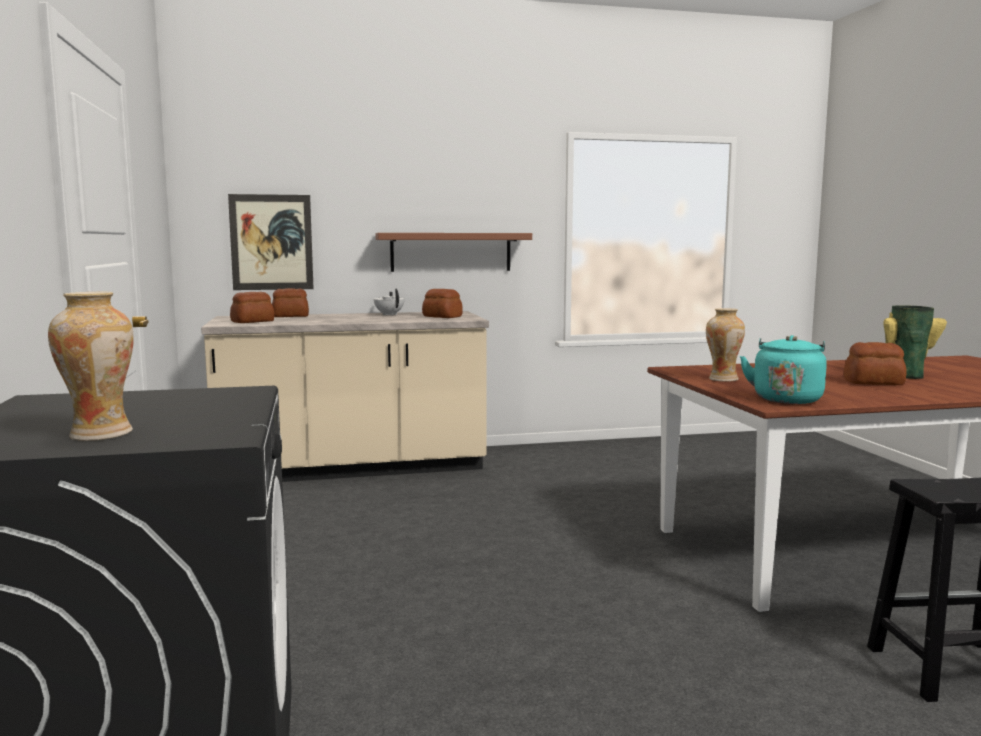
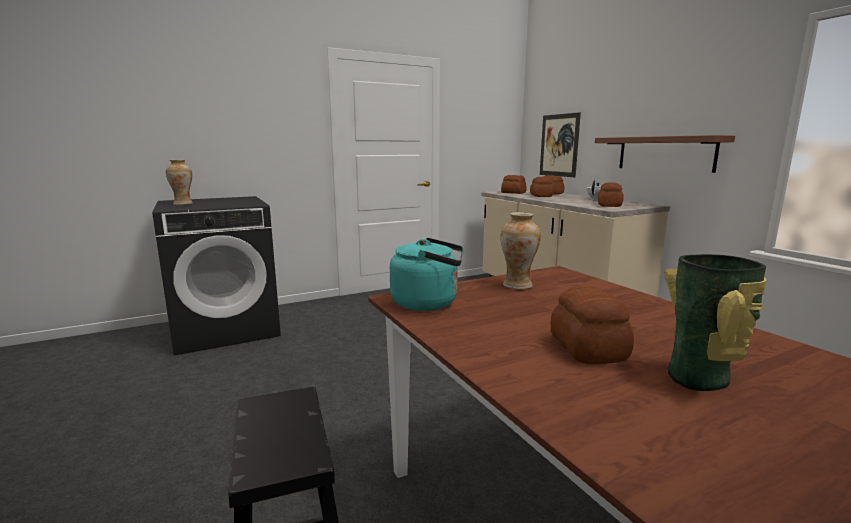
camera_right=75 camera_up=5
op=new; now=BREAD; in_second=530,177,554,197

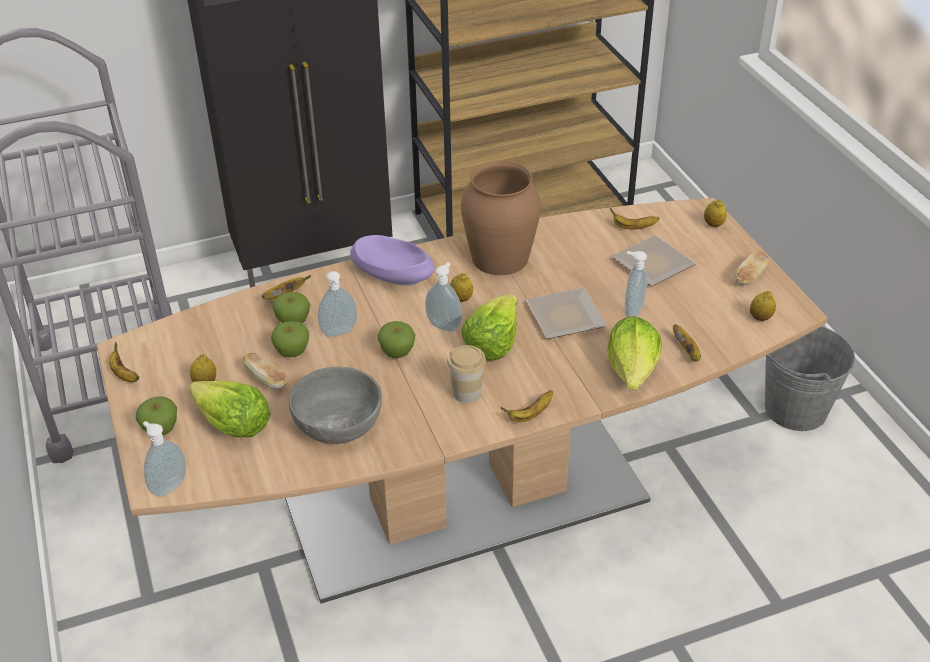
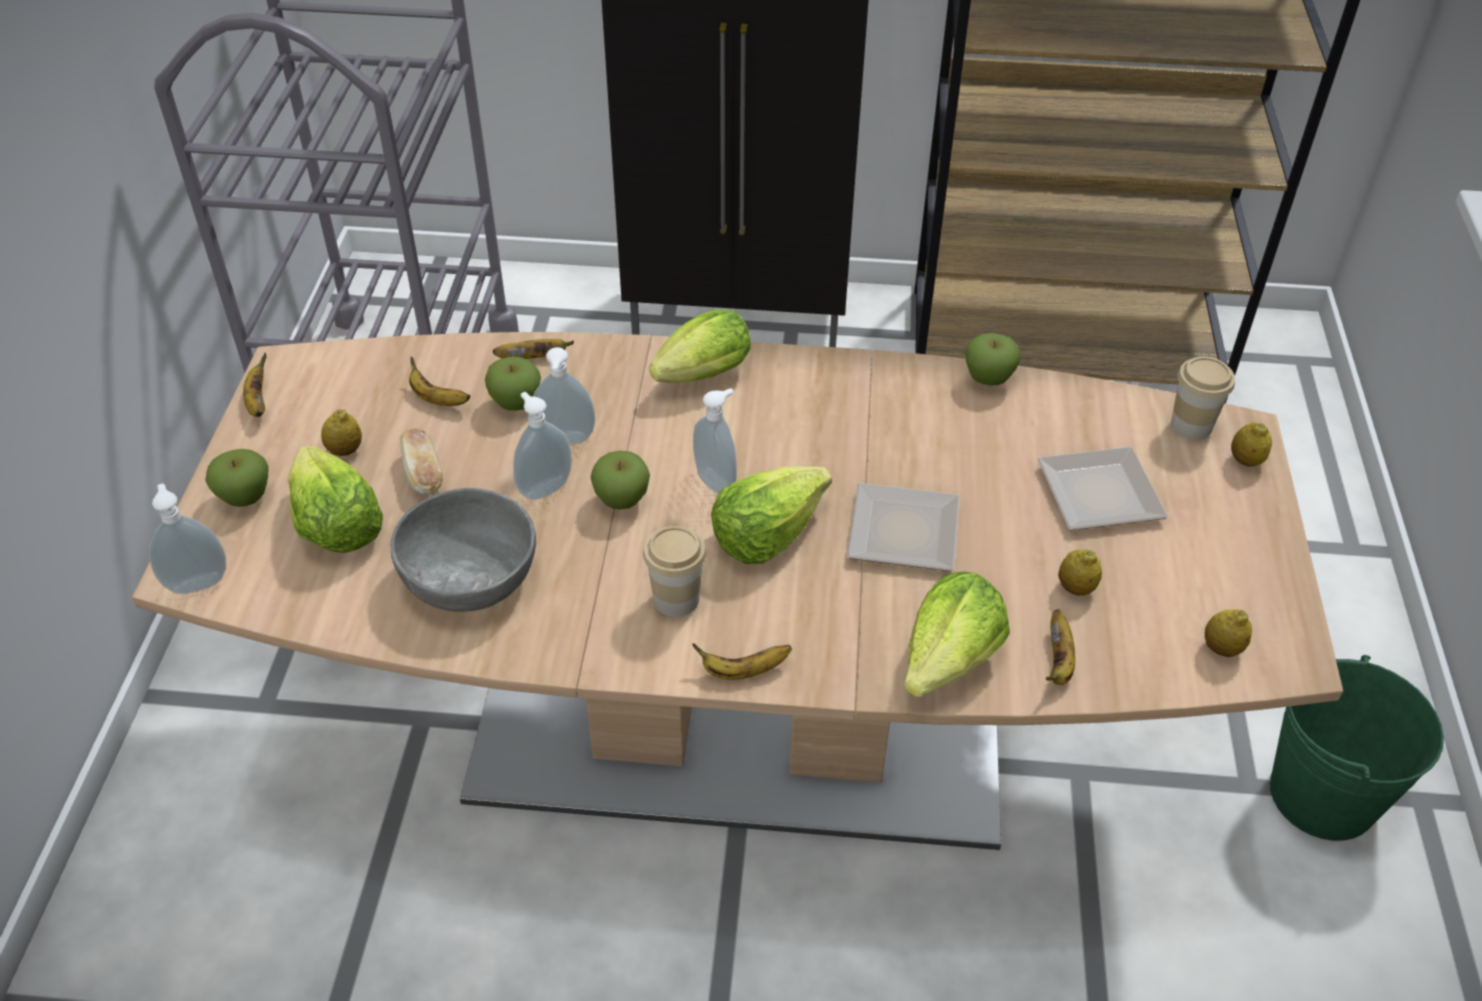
camera_right=25 camera_up=5
op=shifted; was=APPLE; in_first=271,321,309,357; in_second=965,333,1021,386
op=swapped; was=PURPLE BOWL; now=LETTUCE; in_first=350,235,434,286; in_second=649,309,751,383
op=shifted; was=LEMON; in_first=450,273,473,302; in_second=1058,549,1102,595
op=gone; was=BROWN VASE; in_first=461,161,541,275
op=shifted; was=BANANA; in_first=610,208,660,230; in_second=409,357,470,406
op=shifted; was=SOAP DISPENSER; in_first=625,251,647,317; in_second=513,392,572,500
op=gone; was=BREAD; in_first=734,250,769,285
op=repainted; was=GREY BUCKET; now=GREEN BUCKET; in_first=765,326,855,431; in_second=1270,655,1444,841
op=new; now=CUP; in_second=1171,357,1235,440

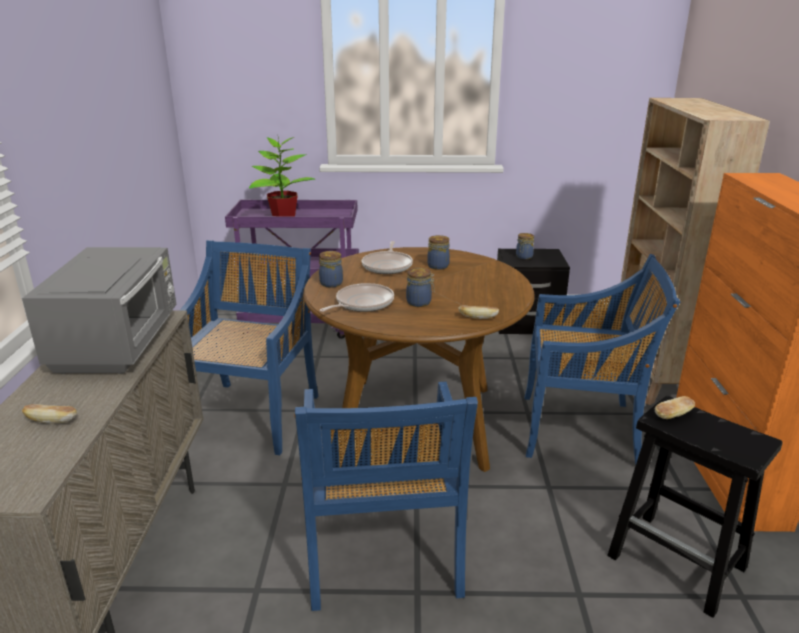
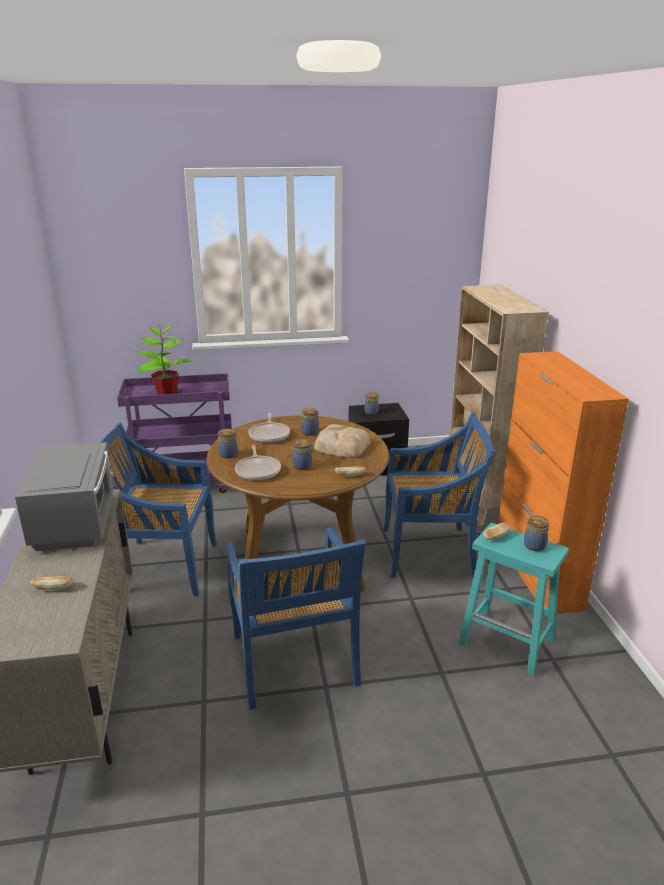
camera_right=-10 camera_up=0
op=rotated; was=BLUE CHAIR; in_first=179,240,318,455; in_second=99,422,217,596; clockwise=-90
op=rotated; was=FRYING PAN; in_first=319,283,394,312; in_second=235,445,281,481; clockwise=135
op=repainted; was=BLACK STOOL; now=TURQUOISE STOOL; in_first=607,396,783,618; in_second=459,523,569,676
op=new; now=BREAD; in_second=314,424,371,458
op=new; now=JAR; in_second=524,516,549,551

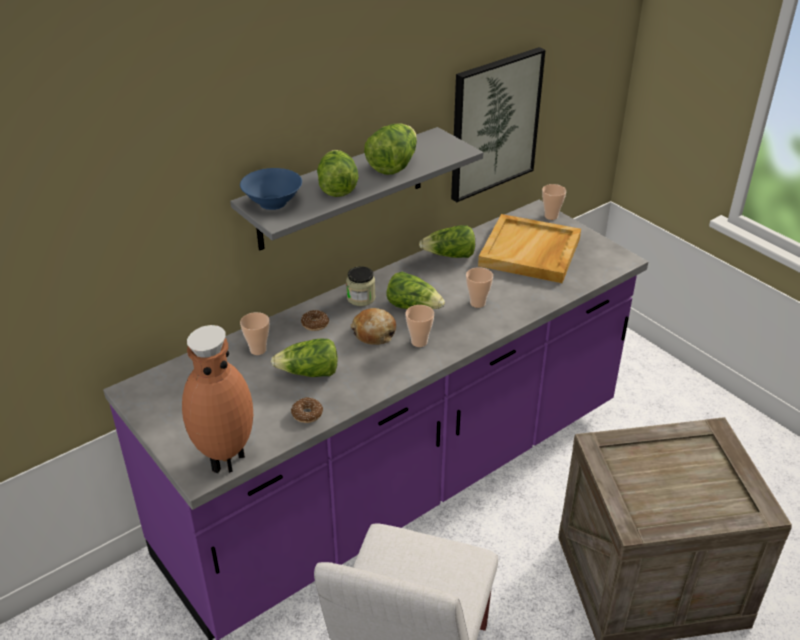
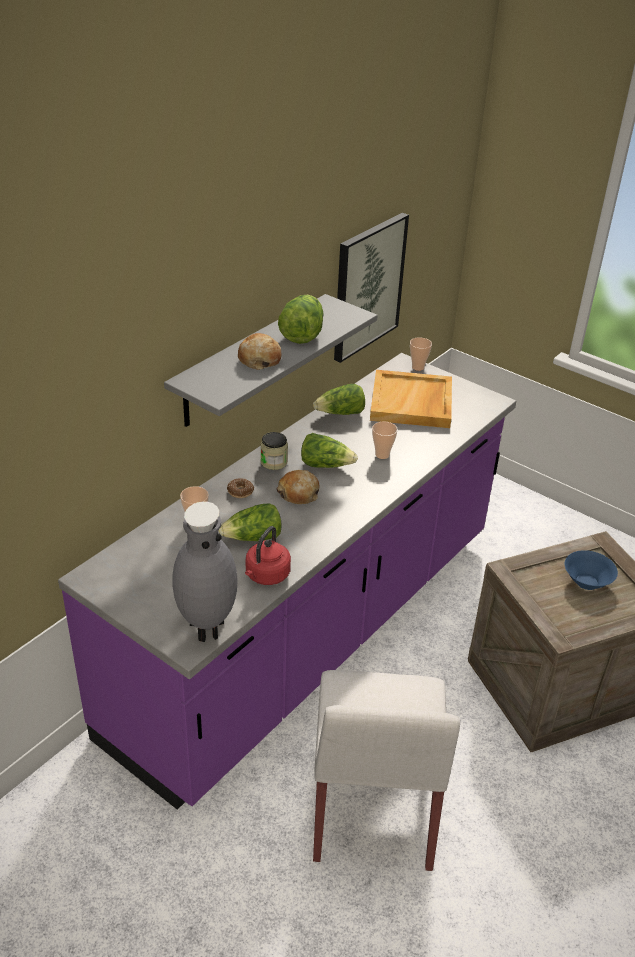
camera_right=-15 camera_up=0
op=repainted; was=BROWN VASE; now=GREY VASE; in_first=182,325,253,473; in_second=172,501,237,642
op=shifted; was=BLUE BOWL; in_first=240,168,302,210; in_second=564,550,618,590
op=swapped; was=DONUT; now=RED KETTLE; in_first=291,397,323,423; in_second=245,526,291,585
op=swapped; was=LETTUCE; now=BREAD; in_first=317,150,359,197; in_second=238,333,281,370
op=gone; was=CUP; in_first=405,305,434,347

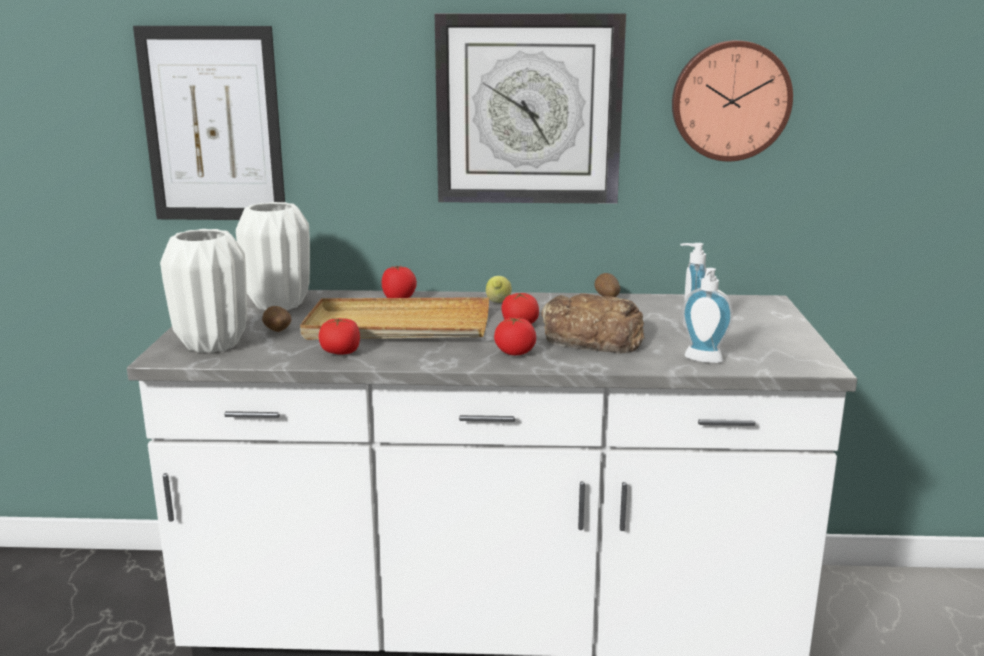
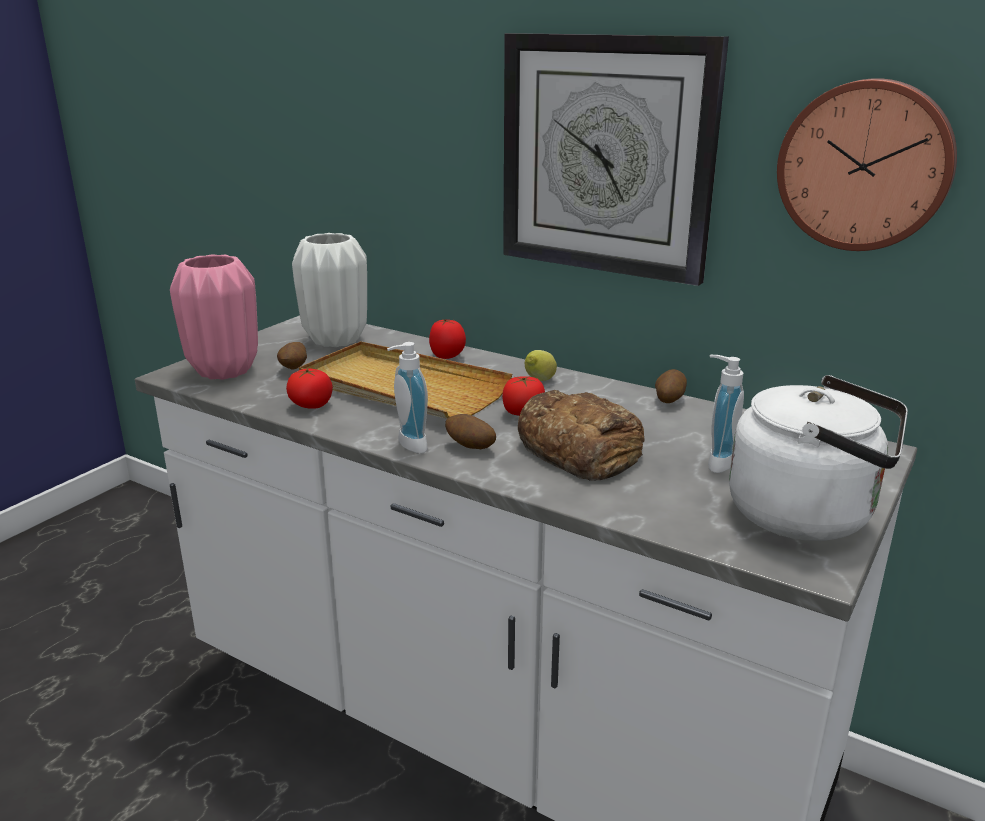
camera_right=30 camera_up=5
op=gone; was=PICTURE; in_first=133,26,285,220
op=repainted; was=WHITE VASE; now=PINK VASE; in_first=160,229,247,353; in_second=170,254,258,380
op=swapped; was=TOMATO; now=POTATO; in_first=494,318,536,355; in_second=445,414,496,449
op=shifted; was=SOAP DISPENSER; in_first=682,268,733,363; in_second=387,342,428,453
op=new; now=WHITE KETTLE; in_second=729,375,908,541

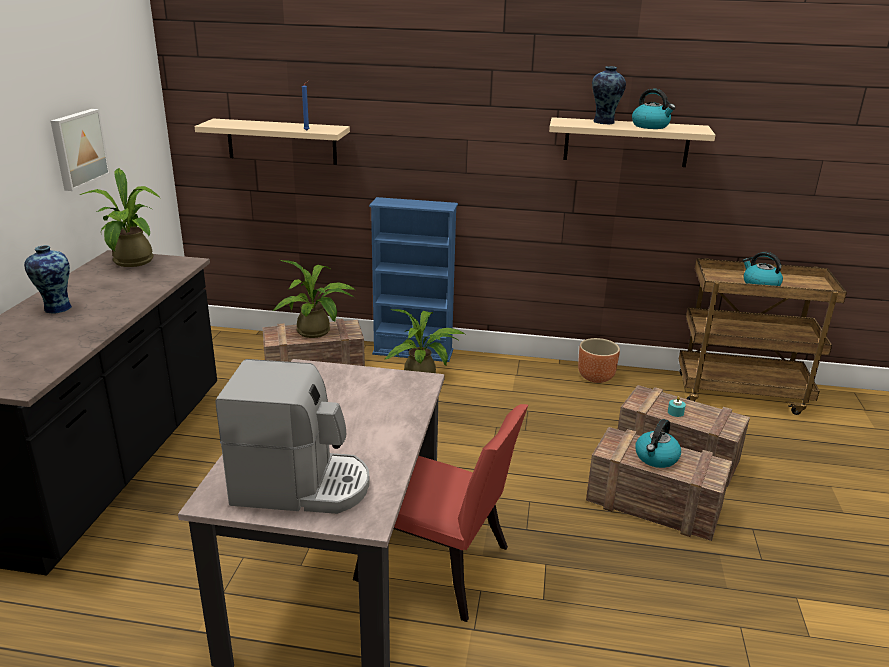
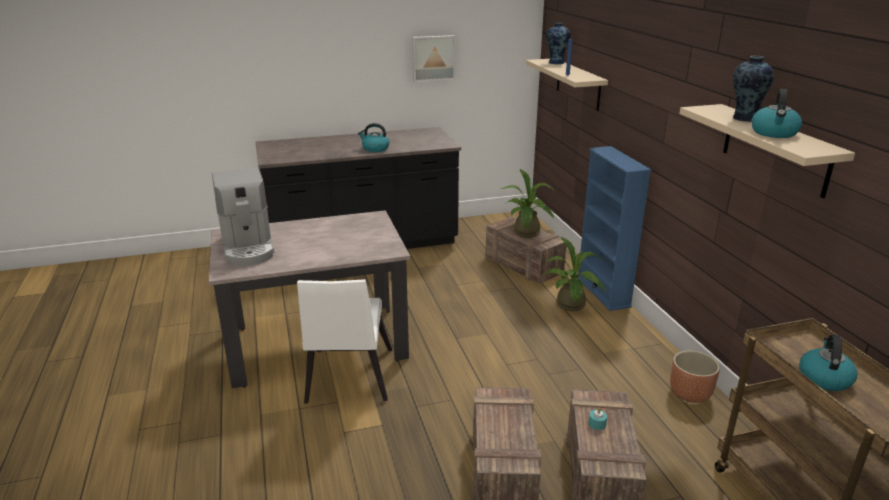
camera_right=65 camera_up=0
op=shifted; was=VASE; in_first=24,245,72,313; in_second=546,23,571,64
op=gone; was=POTTED PLANT; in_first=79,168,160,267
op=repainted; was=RED CHAIR; now=WHITE CHAIR; in_first=353,404,528,622; in_second=297,279,392,404
op=shifted; was=KETTLE; in_first=635,419,681,468; in_second=358,123,389,152

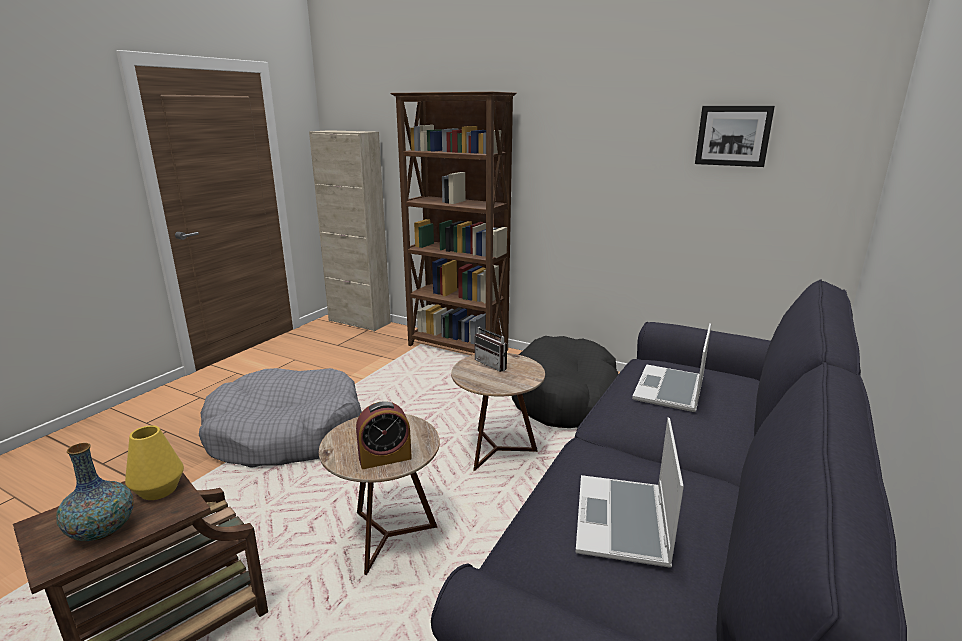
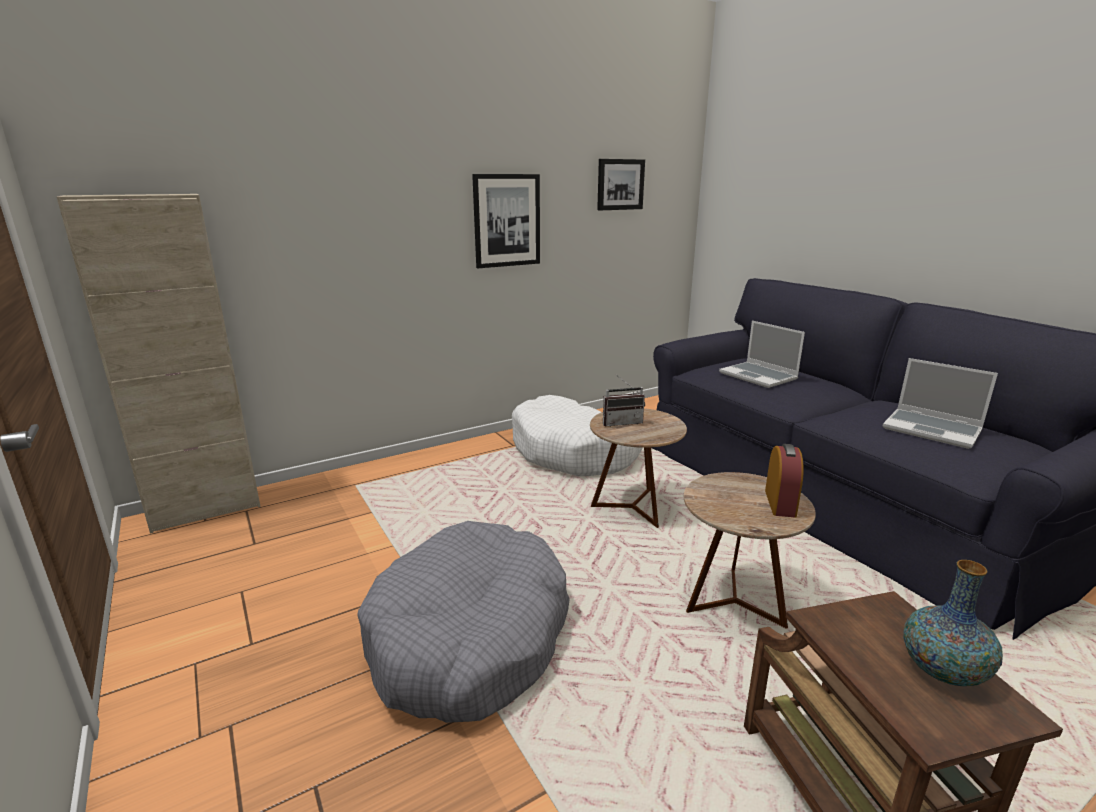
camera_right=-60 camera_up=0
op=gone; was=YELLOW VASE; in_first=125,425,184,500
op=gone; was=BROWN BOOKCASE; in_first=390,92,517,353
op=repainted; was=BLACK DOG BED; now=WHITE DOG BED; in_first=512,336,618,428; in_second=512,395,642,476
op=new; now=PICTURE; in_second=472,174,540,268

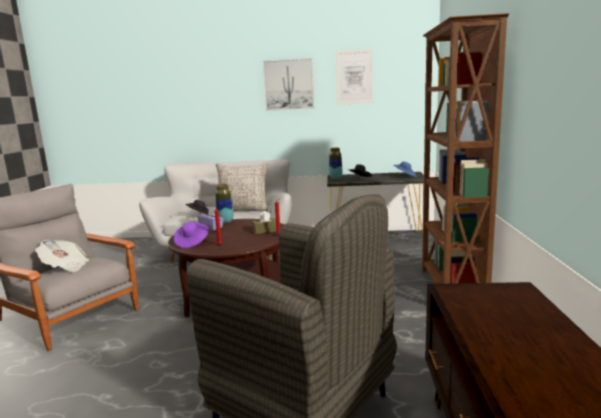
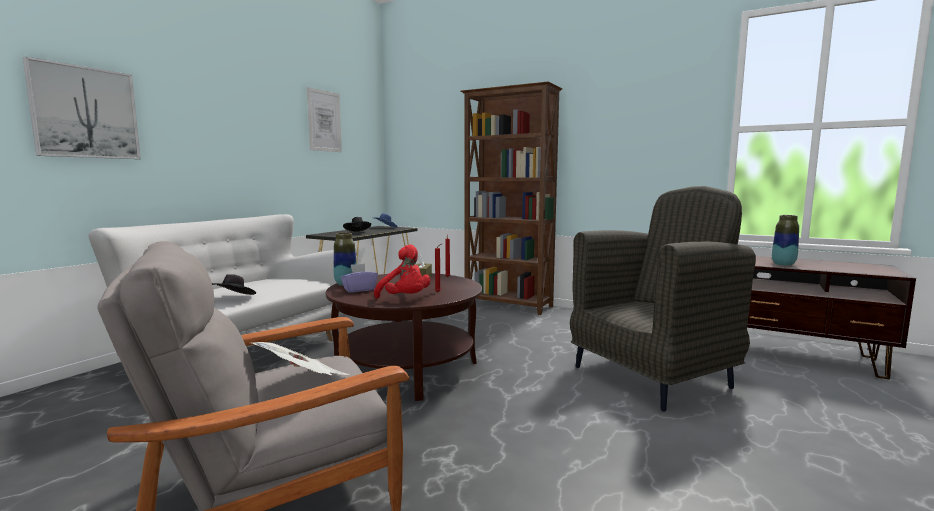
camera_right=-65 camera_up=-5
op=swapped; was=PURPLE HAT; now=RED PLUSH TOY; in_first=174,222,209,248; in_second=374,244,430,299
op=gone; was=GREY PILLOW; in_first=215,162,268,211
op=shifted; was=PICTURE; in_first=263,58,314,111; in_second=23,56,141,159
op=shifted; was=VASE; in_first=329,148,343,179; in_second=772,215,799,266

